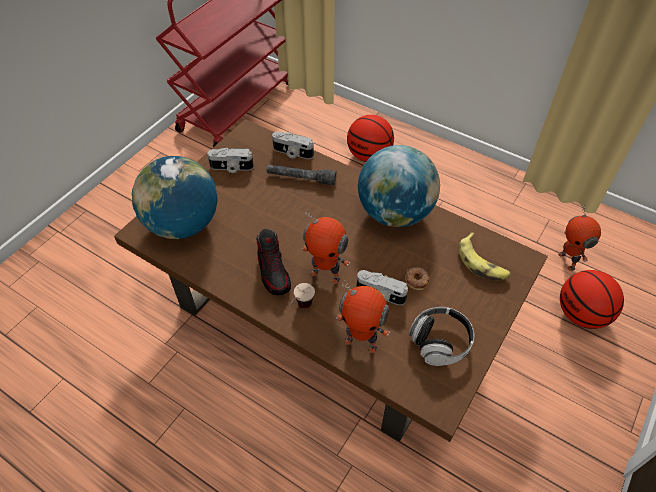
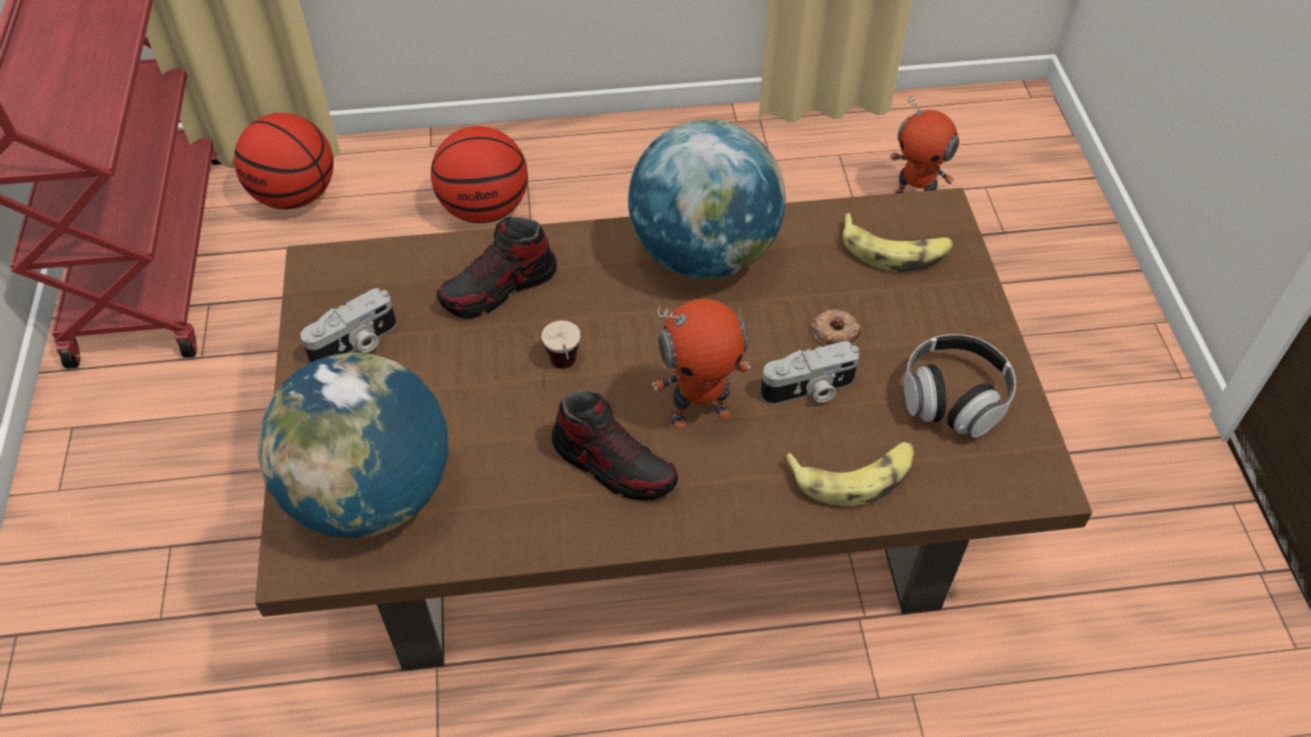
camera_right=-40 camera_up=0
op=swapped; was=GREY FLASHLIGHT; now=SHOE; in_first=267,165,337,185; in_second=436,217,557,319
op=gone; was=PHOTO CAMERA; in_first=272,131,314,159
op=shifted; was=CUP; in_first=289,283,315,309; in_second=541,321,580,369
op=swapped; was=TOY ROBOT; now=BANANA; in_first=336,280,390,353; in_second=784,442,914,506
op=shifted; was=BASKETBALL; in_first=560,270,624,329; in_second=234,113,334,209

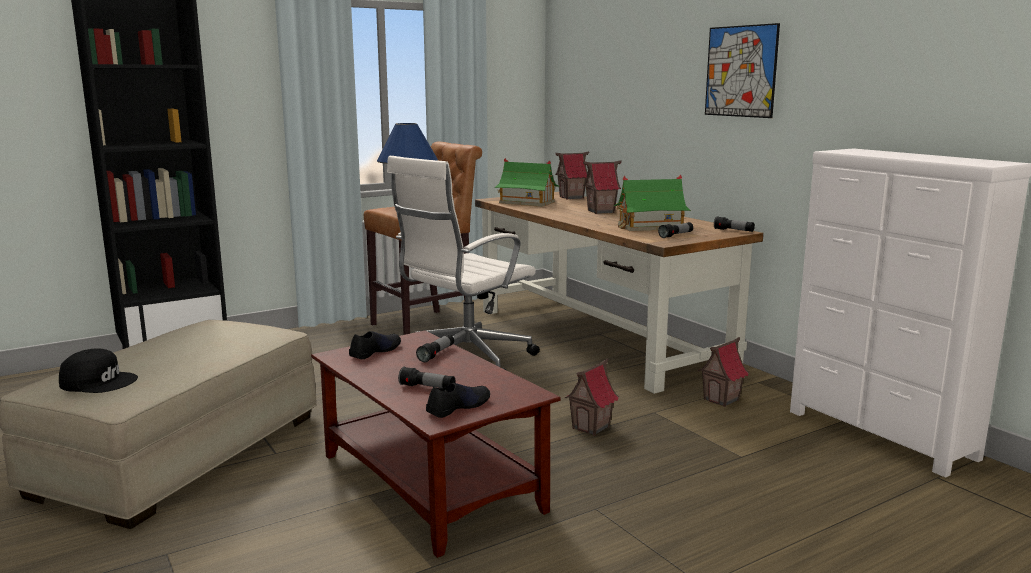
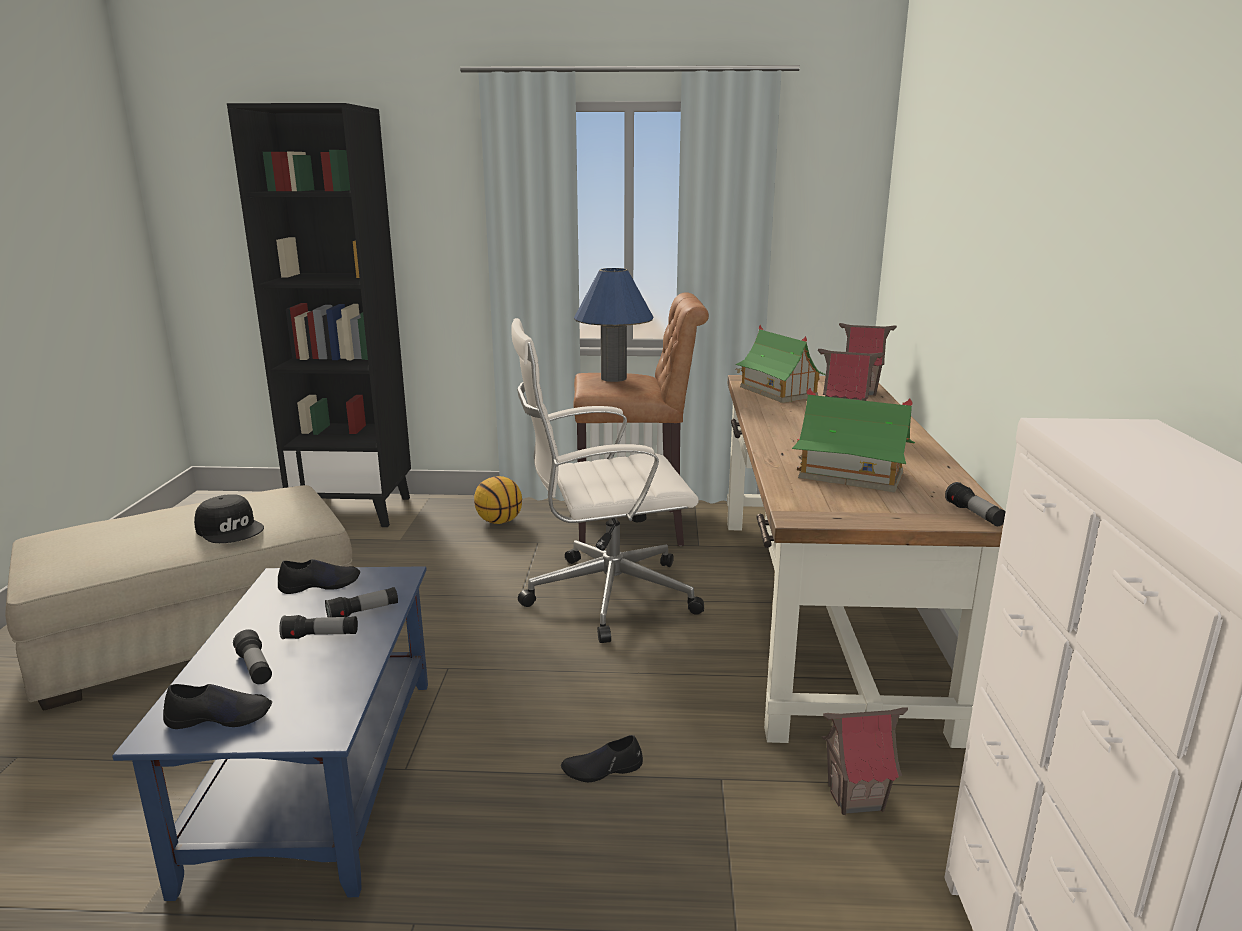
camera_right=35 camera_up=5
op=shifted; was=BLACK CAP; in_first=59,348,138,393; in_second=194,494,264,543
op=repainted; was=BROWN COFFEE TABLE; now=BLUE COFFEE TABLE; in_first=311,331,561,558; in_second=112,566,428,901
op=swapped; was=TOY HOUSE; now=BLACK SHOE; in_first=564,358,619,436; in_second=561,735,643,782
op=shifted; was=FLASHLIGHT; in_first=658,222,693,238; in_second=279,615,358,639
op=gone; was=PICTURE; in_first=705,23,780,118
op=new; now=BASKETBALL; in_second=474,476,522,524

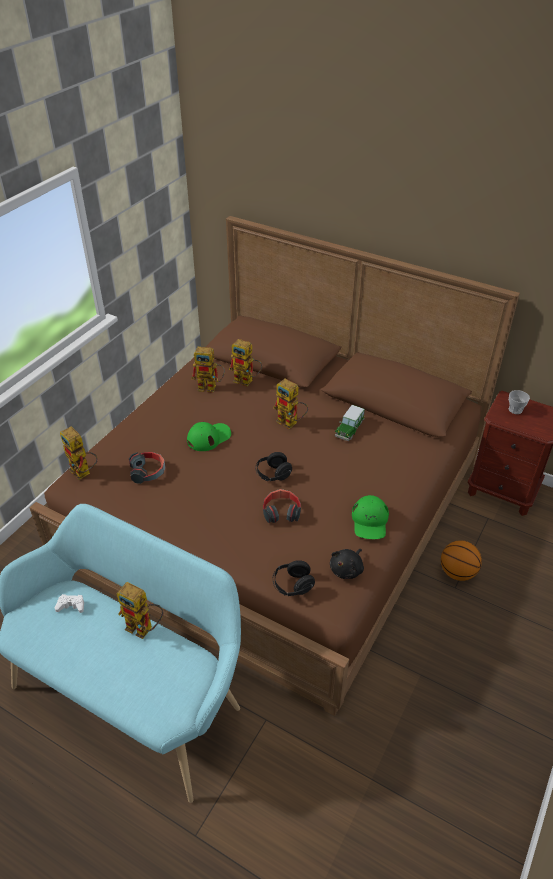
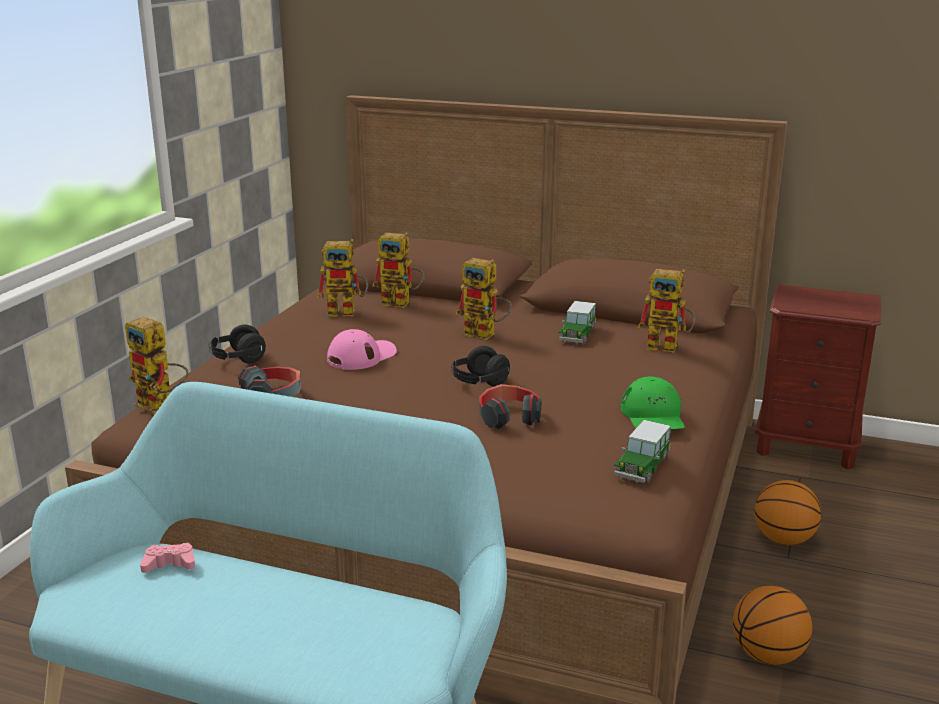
camera_right=-10 camera_up=-20
op=repainted; was=WHITE GAME CONTROLLER; now=PINK GAME CONTROLLER; in_first=55,594,84,613; in_second=140,543,195,573
op=shifted; was=TOY ROBOT; in_first=117,582,163,639; in_second=638,269,696,353
op=repainted; was=GREEN CAP; now=PINK CAP; in_first=187,422,231,451; in_second=327,329,397,370
op=shifted; was=BLACK HEADPHONES; in_first=273,560,315,596; in_second=209,325,266,363
op=swapped; was=BLACK PLUSH TOY; now=TOY CAR; in_first=330,549,364,579; in_second=614,420,671,483
op=gone; was=CUP; in_first=509,390,530,414
op=new; now=BASKETBALL; in_second=733,586,812,665

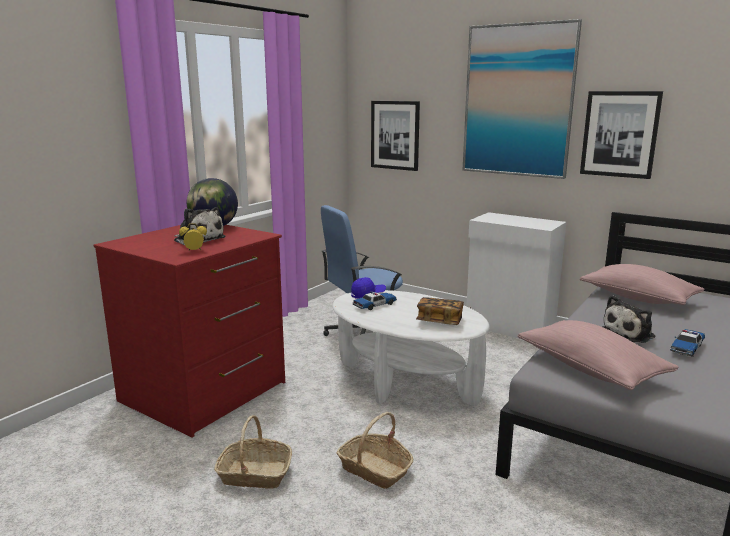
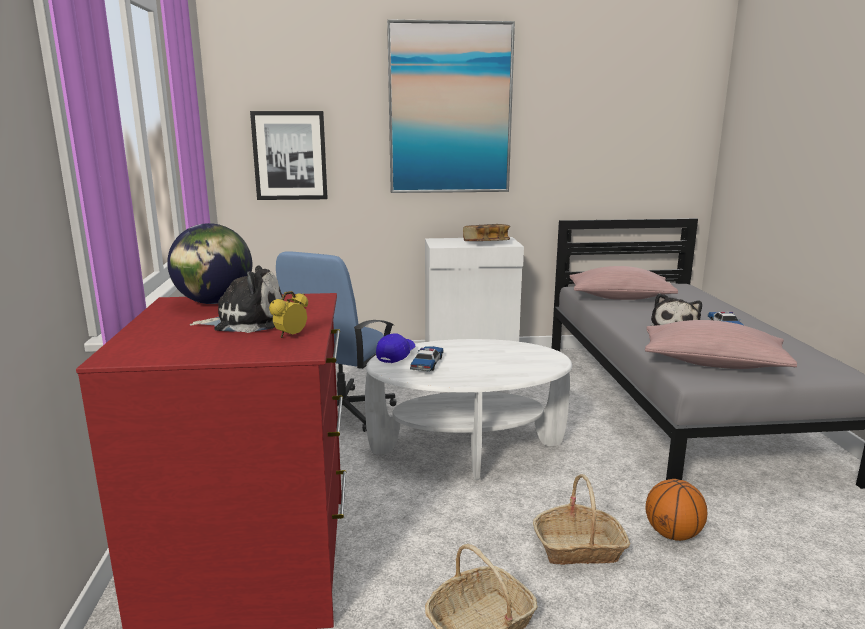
camera_right=-40 camera_up=0
op=shifted; was=BOOK; in_first=416,297,464,325; in_second=463,224,510,241
op=gone; was=PICTURE; in_first=580,91,663,179
op=new; now=BASKETBALL; in_second=646,479,707,541

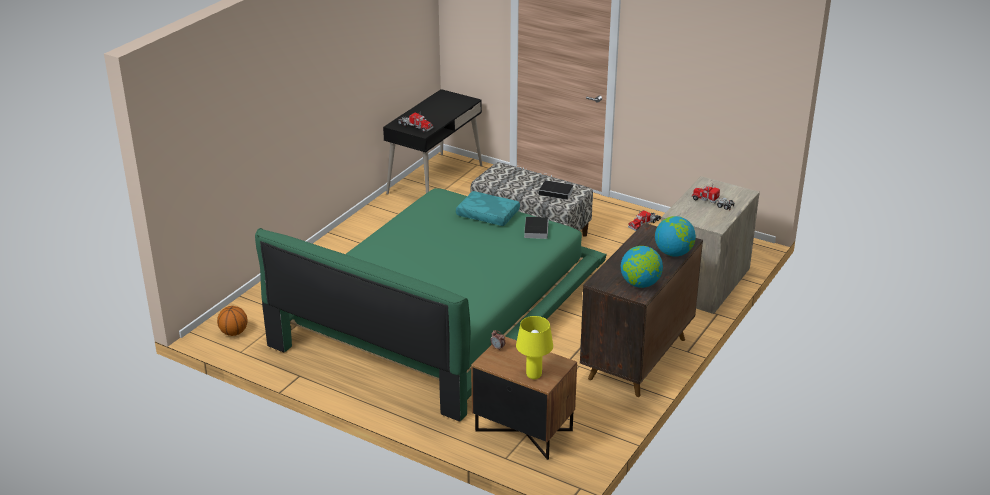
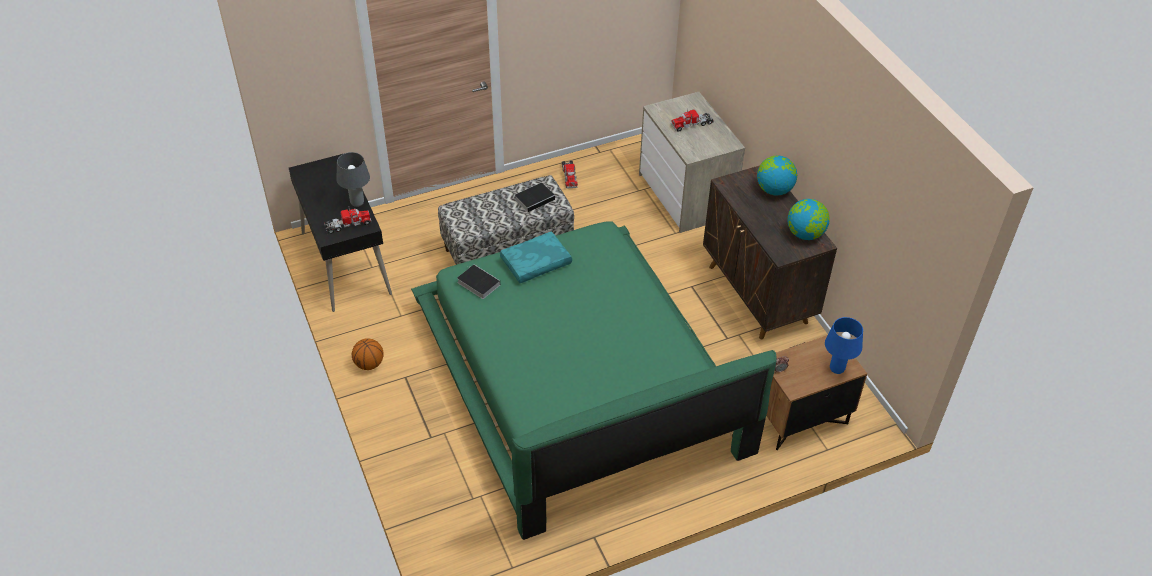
camera_right=-55 camera_up=15
op=shifted; was=BASKETBALL; in_first=217,306,248,336; in_second=352,338,384,370
op=repainted; was=YELLOW TABLE LAMP; now=BLUE TABLE LAMP; in_first=516,316,553,379; in_second=825,317,863,374
op=shifted; was=BOOK; in_first=524,217,549,239; in_second=457,264,500,299
op=new; now=GREY TABLE LAMP; in_second=336,152,370,207

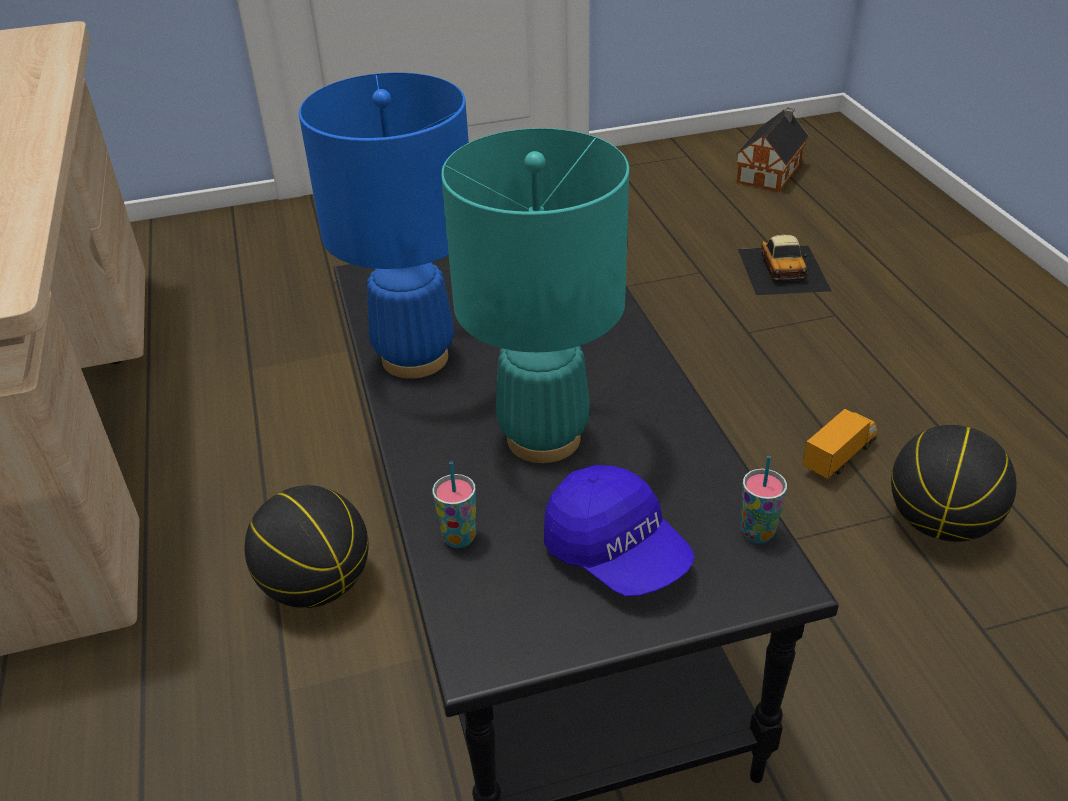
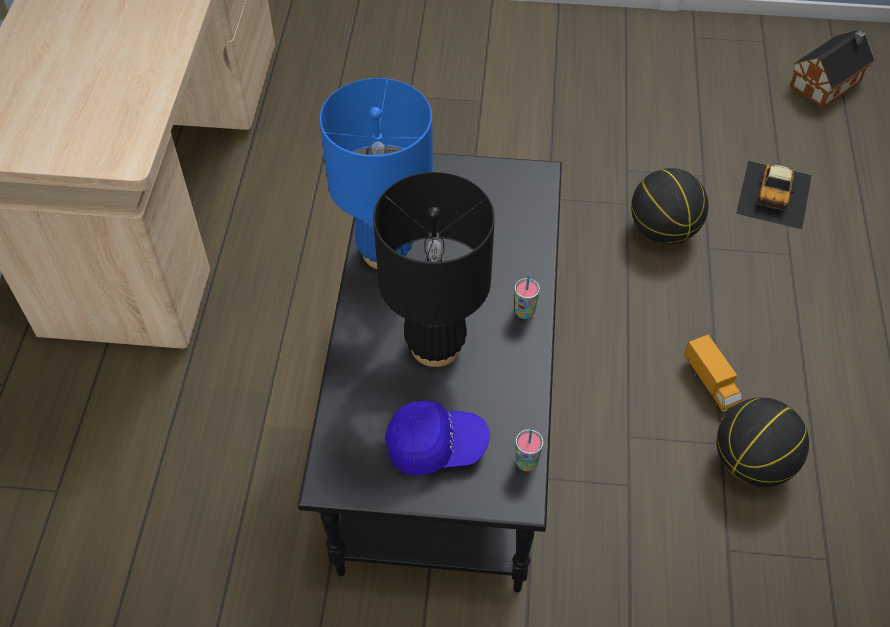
camera_right=20 camera_up=15
op=shifted; was=BASKETBALL; in_first=245,485,368,608; in_second=631,168,708,244
op=shifted; was=CUP; in_first=432,462,476,548; in_second=515,275,540,319
op=repainted; was=TURQUOISE TABLE LAMP; now=BLACK TABLE LAMP; in_first=441,128,629,463; in_second=373,172,495,367
op=rotated; was=BLUE CAP; in_first=544,465,694,597; in_second=385,401,490,476; clockwise=-75
op=rotated; was=TOY TRUCK; in_first=802,409,878,479; in_second=684,335,742,414; clockwise=90

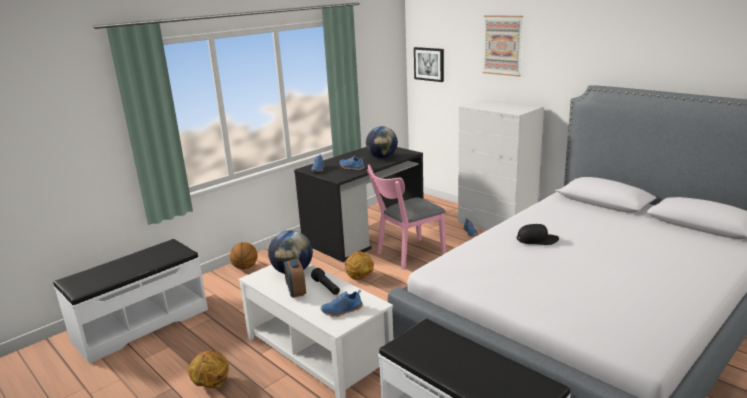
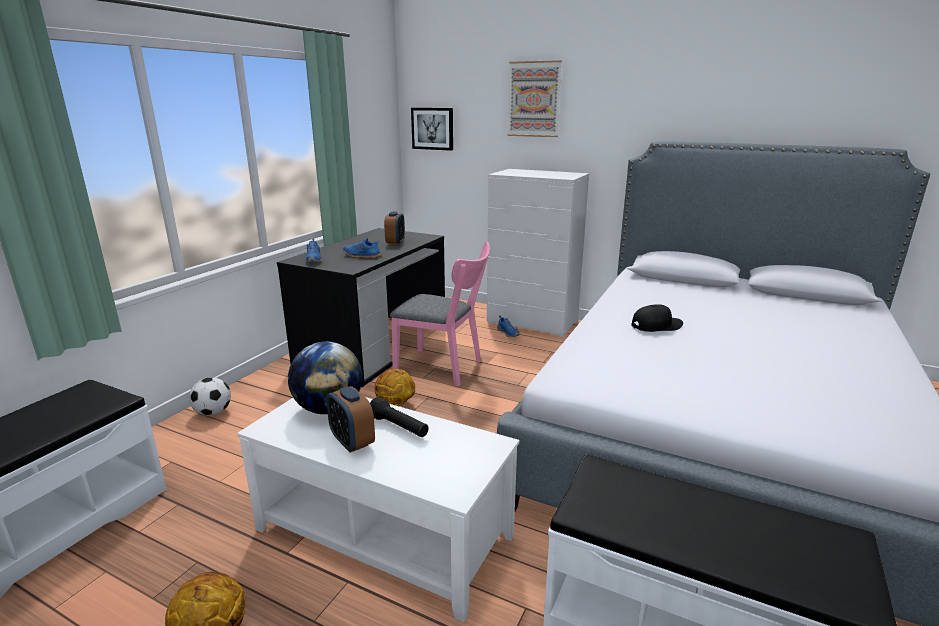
camera_right=-20 camera_up=0
op=swapped; was=BASKETBALL; now=FOOTBALL; in_first=230,242,258,270; in_second=189,377,231,415
op=gone; was=BLUE SHOE; in_first=321,290,363,317
op=swapped; was=GLOBE; now=ALARM CLOCK; in_first=366,126,398,158; in_second=384,211,405,245
op=rotated; was=PINK CHAIR; in_first=367,164,446,270; in_second=390,241,490,386; clockwise=-105

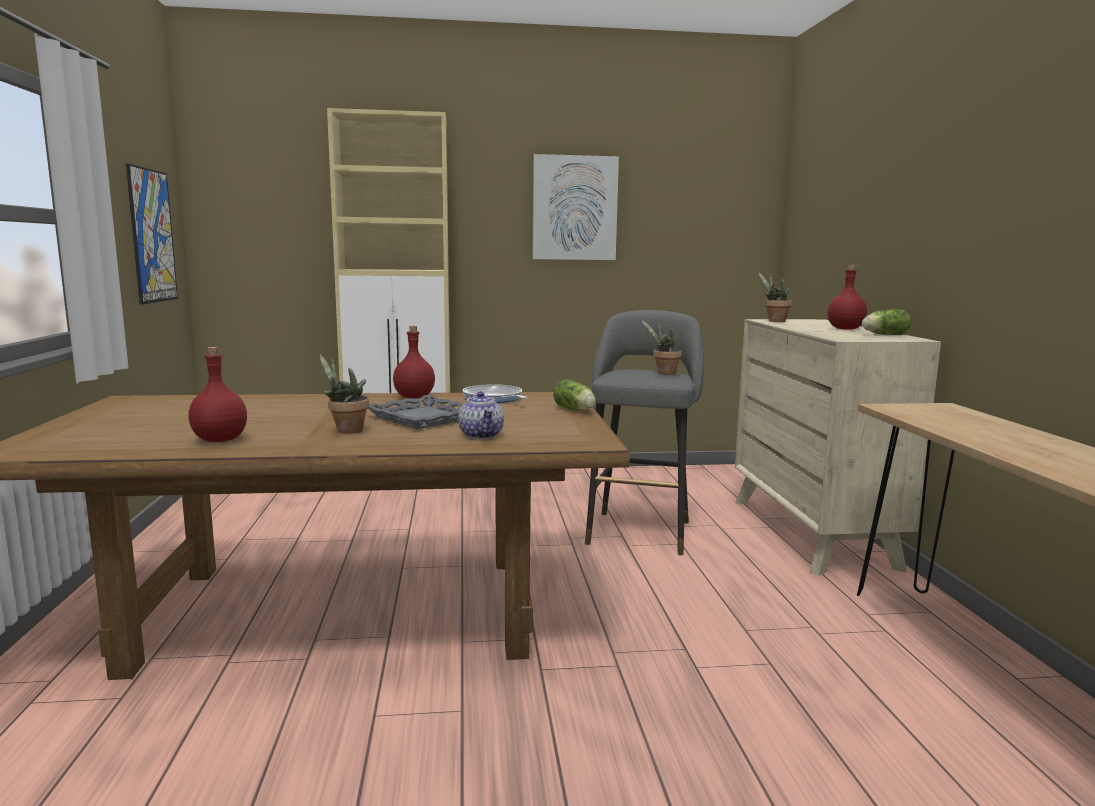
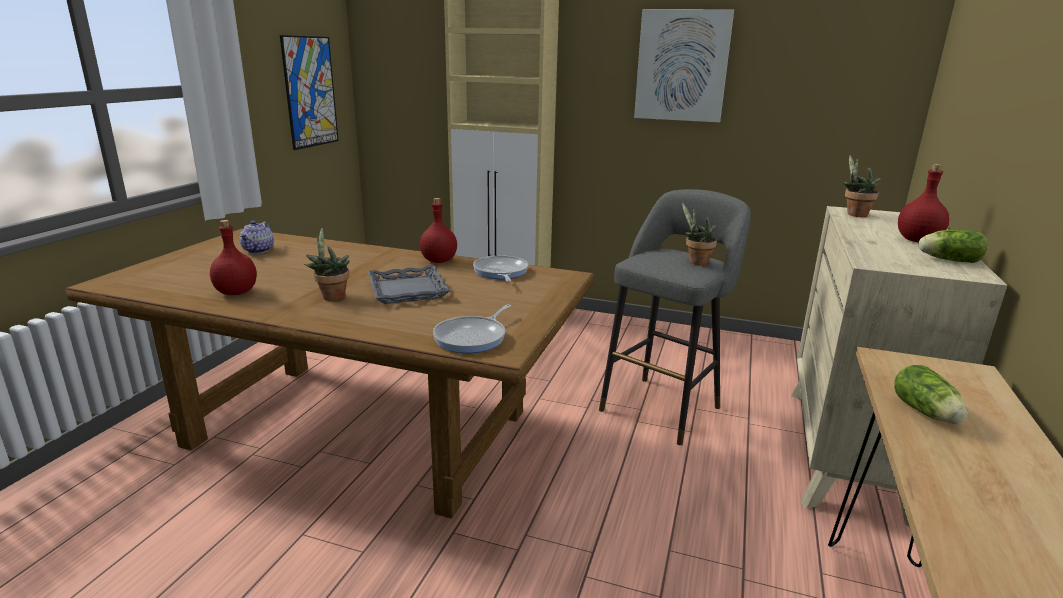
camera_right=25 camera_up=10
op=shifted; was=TEAPOT; in_first=458,392,504,439; in_second=240,221,274,254
op=shifted; was=LETTUCE; in_first=553,380,596,411; in_second=894,365,968,424
op=new; now=FRYING PAN; in_second=433,305,511,353

